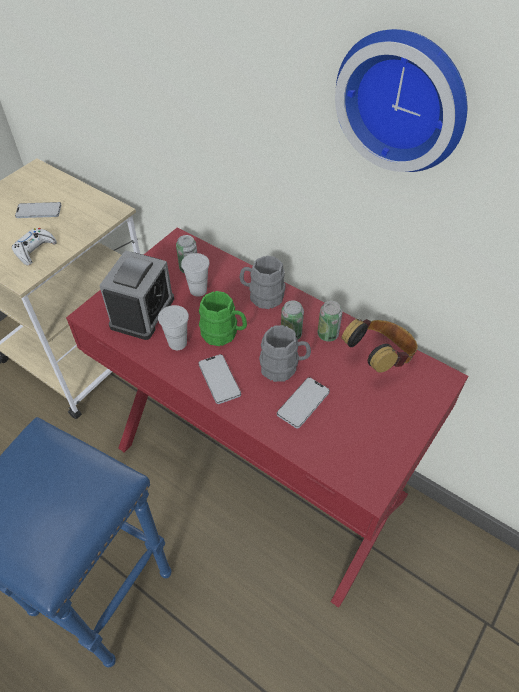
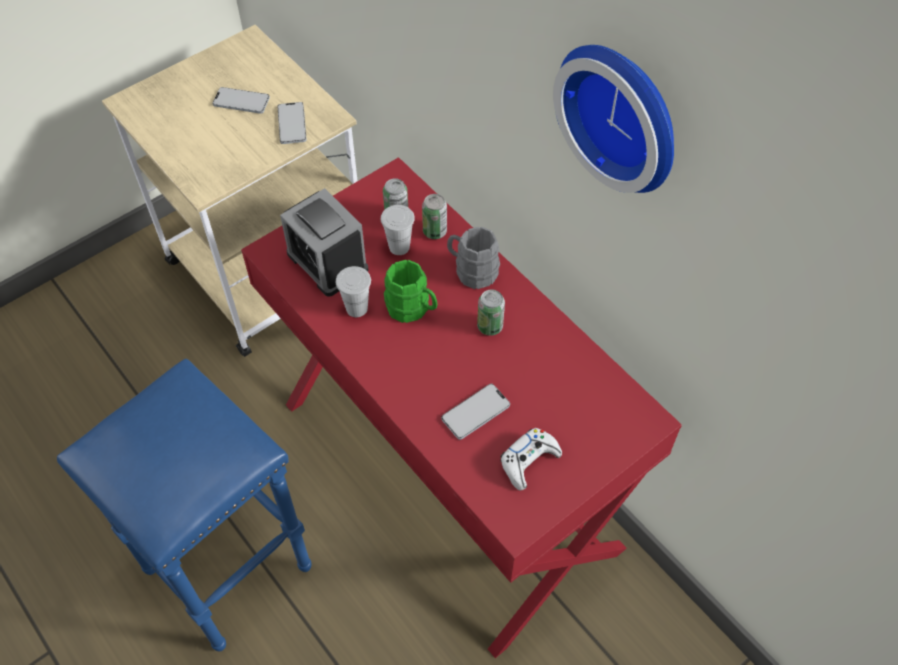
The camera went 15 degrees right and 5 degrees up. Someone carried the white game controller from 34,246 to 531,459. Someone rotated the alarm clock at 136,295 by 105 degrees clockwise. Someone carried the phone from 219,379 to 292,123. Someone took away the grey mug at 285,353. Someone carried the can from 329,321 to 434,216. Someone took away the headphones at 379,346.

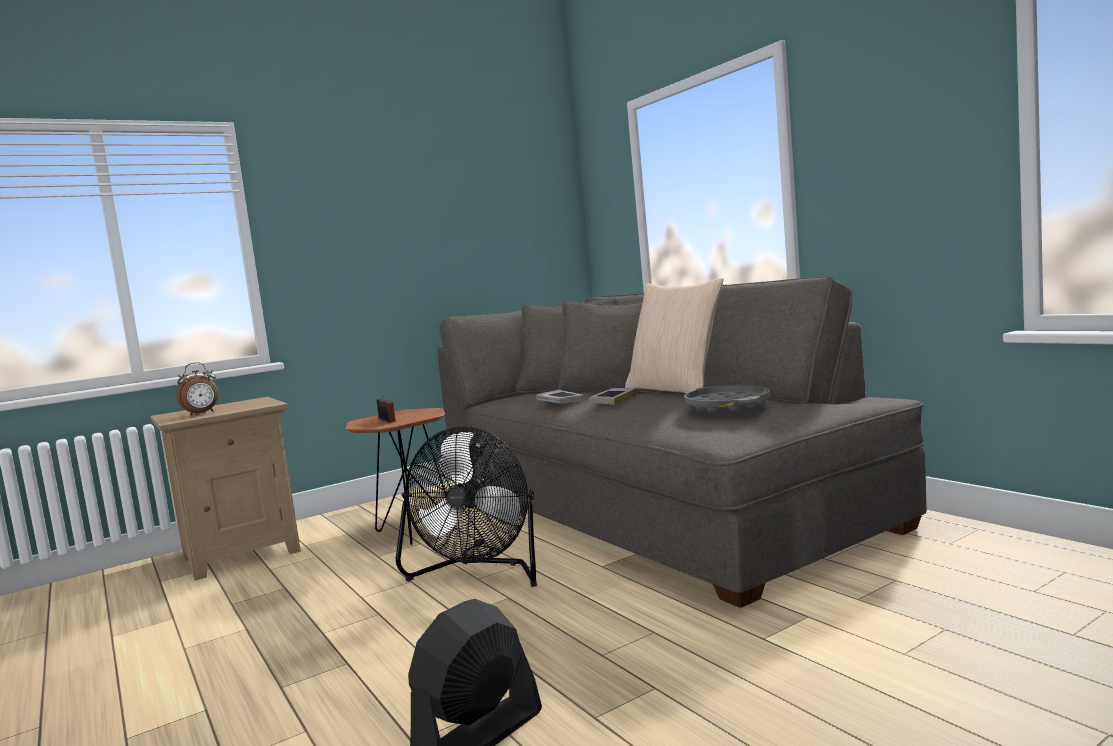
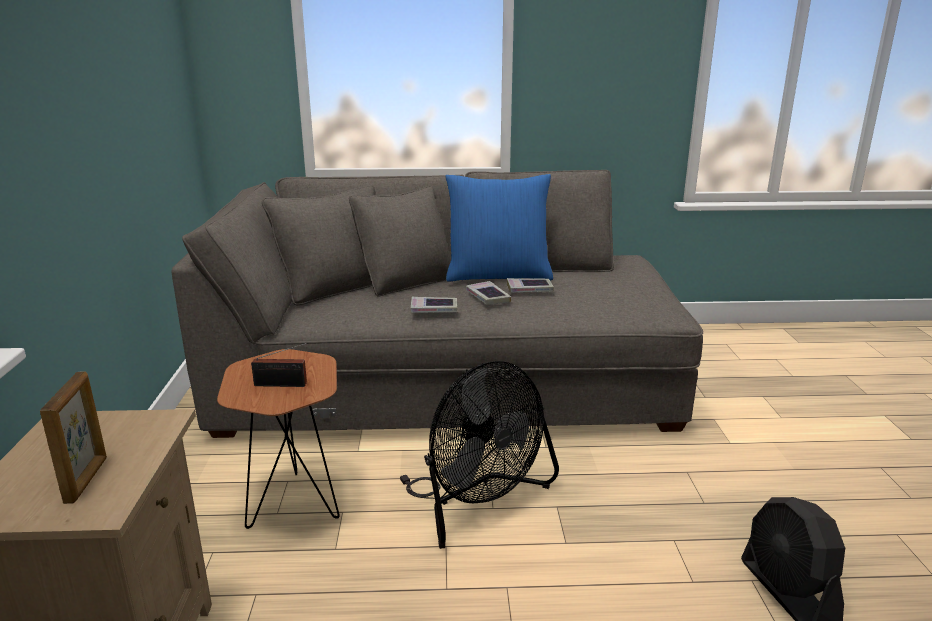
The camera went 60 degrees left and 15 degrees up. Someone swapped the alarm clock at 197,389 for the picture frame at 73,437. Someone repainted the beige pillow at 674,336, which became the blue pillow at 499,228. Someone took away the grey tray at 727,398. Someone put down the book at 530,285.

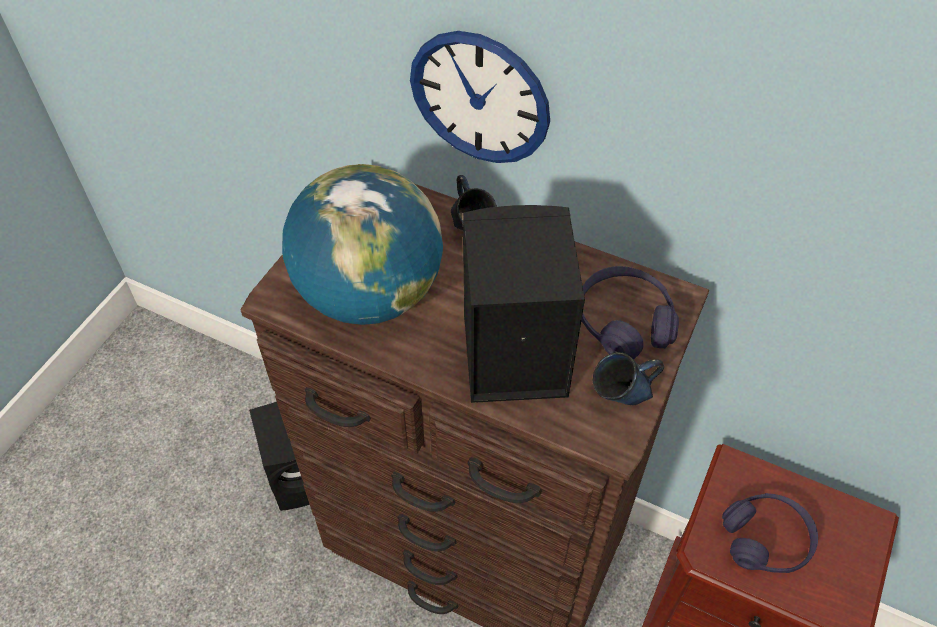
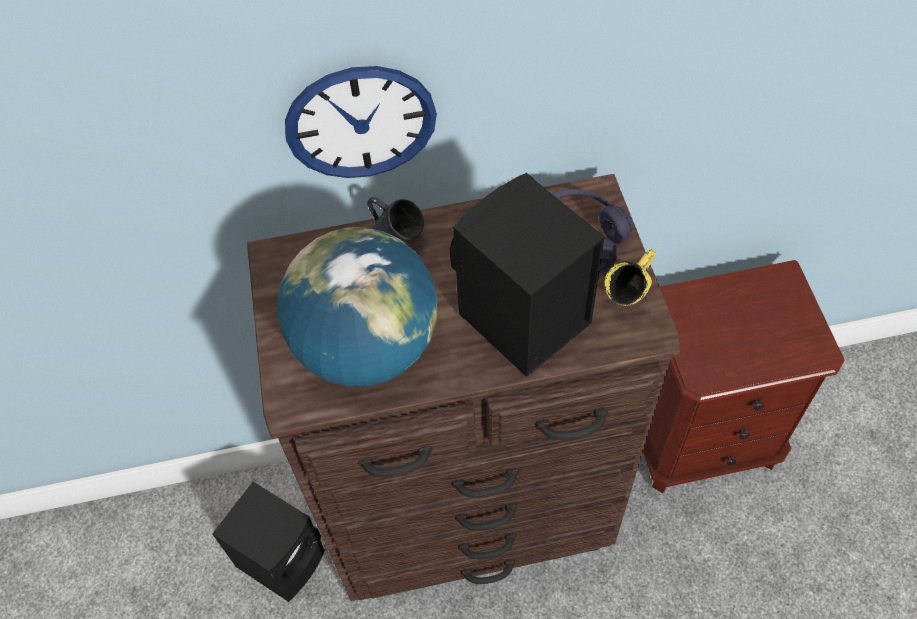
The camera went 35 degrees left and 5 degrees up. Someone repainted the blue mug at 628,378, which became the yellow mug at 630,278. Someone took away the purple headphones at 770,533.

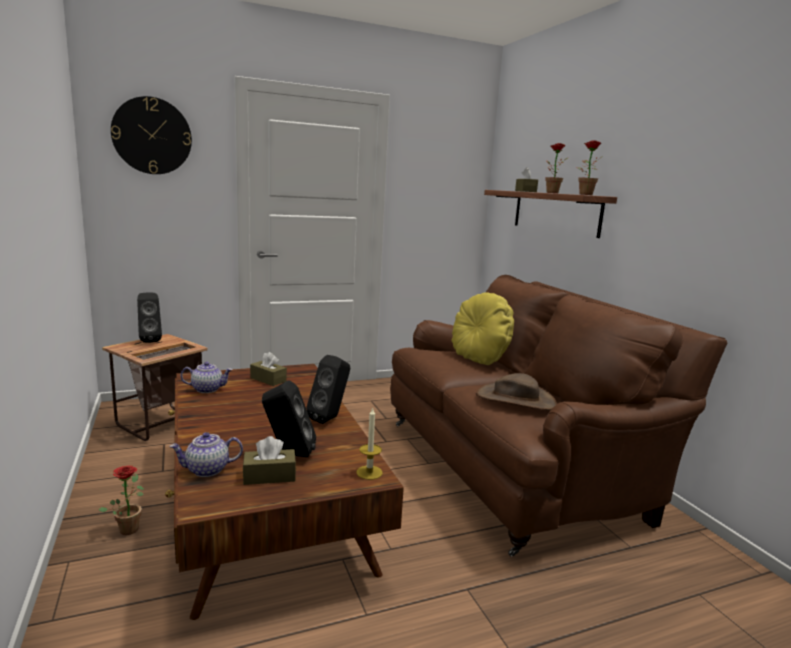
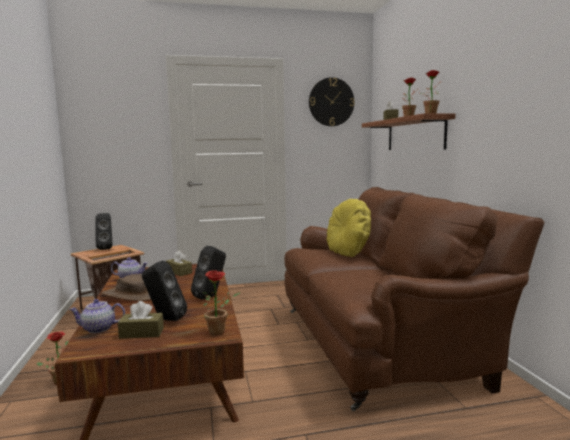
The camera went 10 degrees right and 5 degrees down. Someone carried the wall clock from 151,135 to 332,101. Someone swapped the candle at 370,443 for the potted plant at 221,303. Someone carried the brown hat from 516,391 to 126,287.

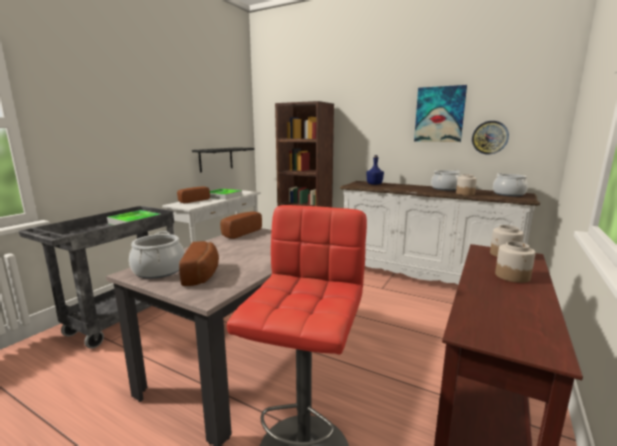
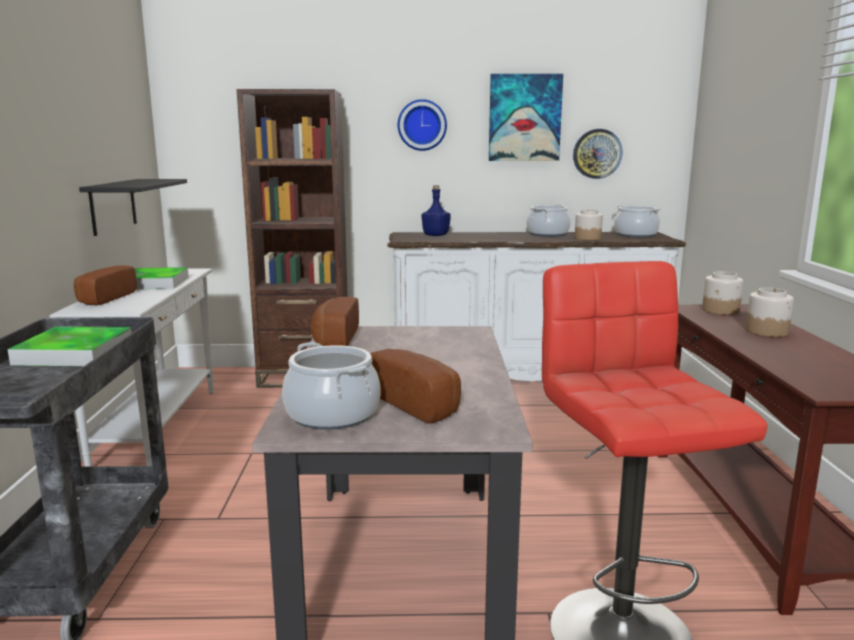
The camera went 30 degrees left and 0 degrees up. Someone put up the wall clock at 422,125.

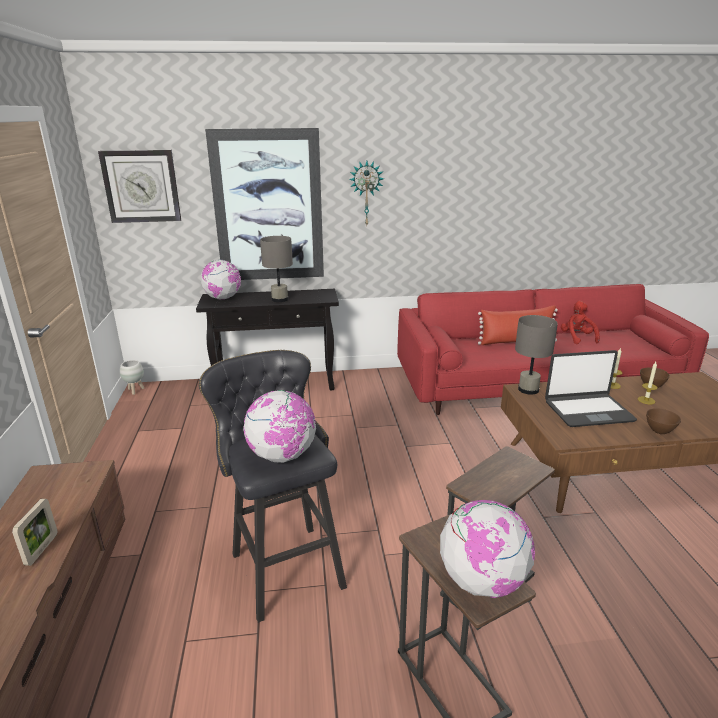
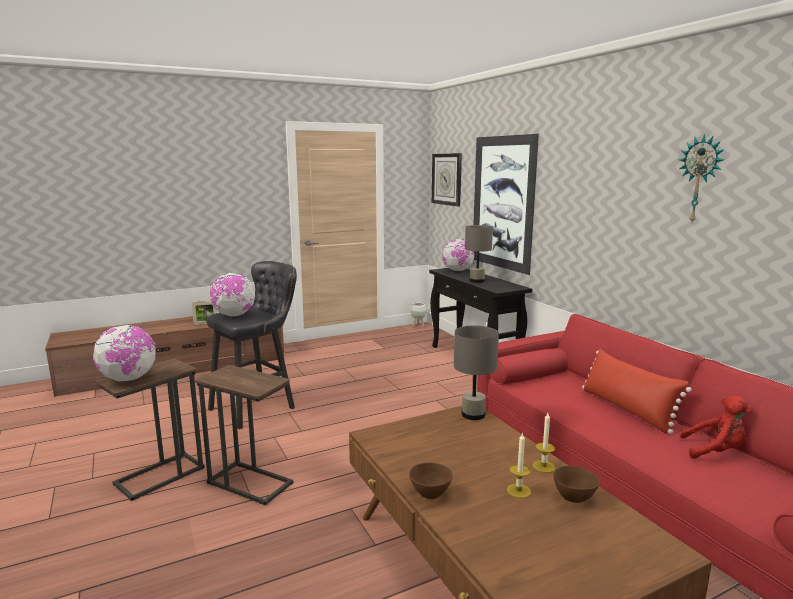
The camera went 70 degrees right and 10 degrees down. Someone carried the wall clock from 366,193 to 701,178. Someone took away the laptop at 591,388. Someone rotated the red plush toy at 580,322 by 45 degrees clockwise.

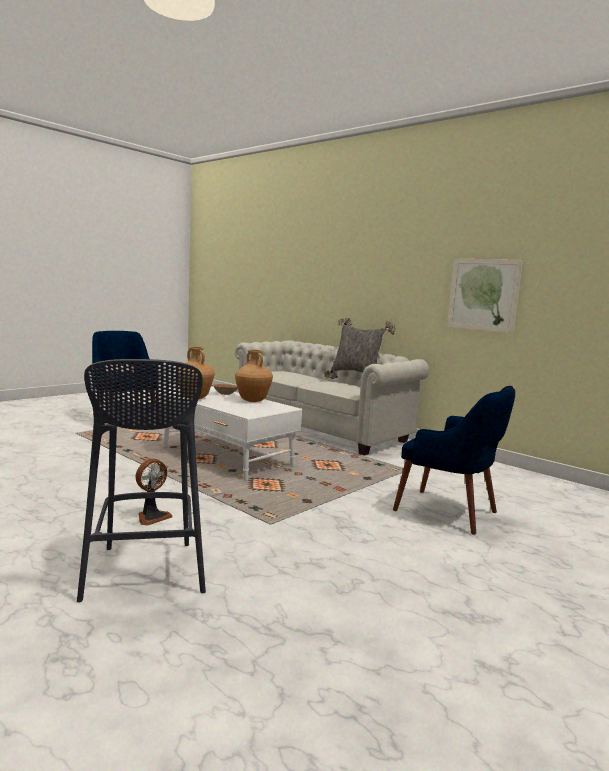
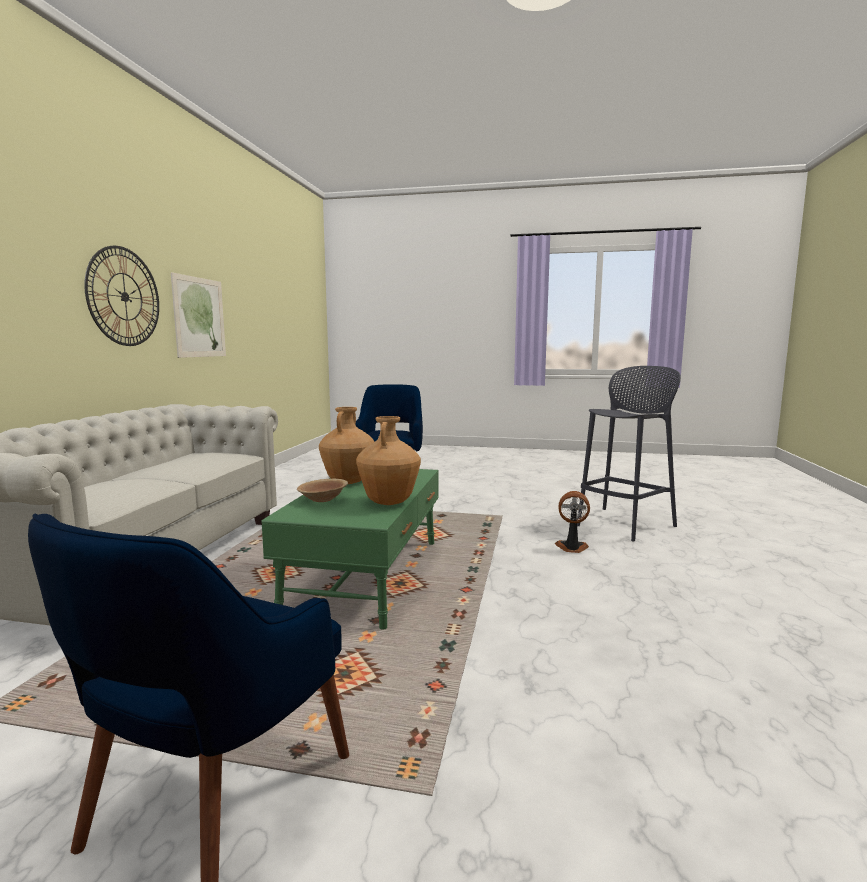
The camera went 120 degrees left and 0 degrees up. Someone repainted the white coffee table at 231,433, which became the green coffee table at 350,549. Someone took away the pillow at 359,348. Someone put up the wall clock at 121,296.

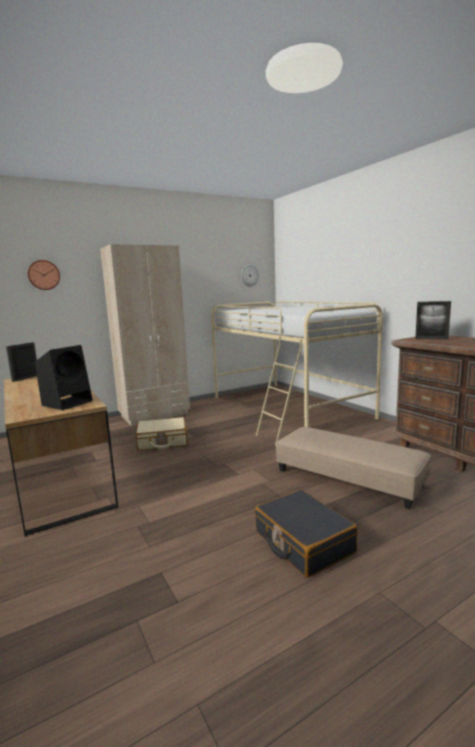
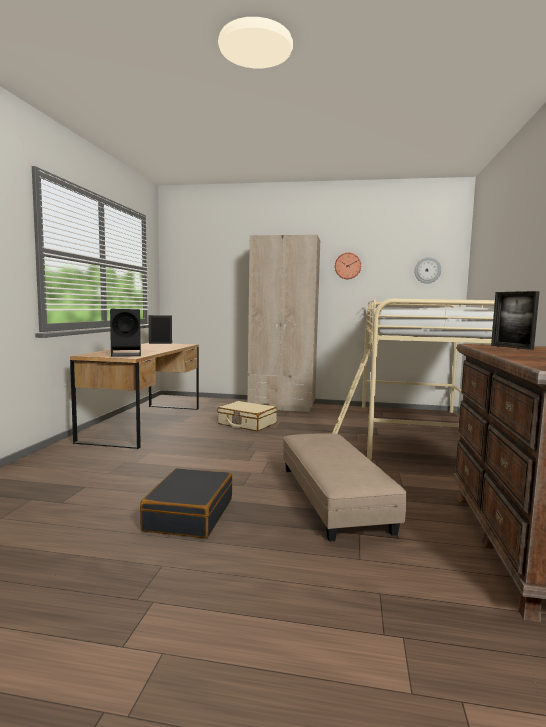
The camera went 40 degrees right and 5 degrees down. Someone carried the wall clock from 44,275 to 348,266.

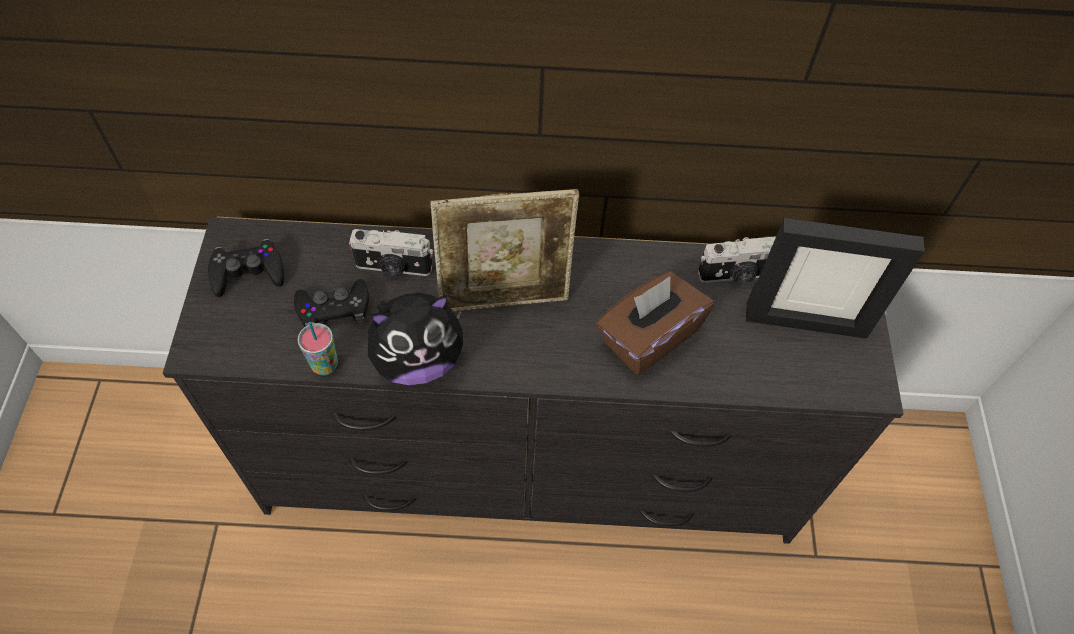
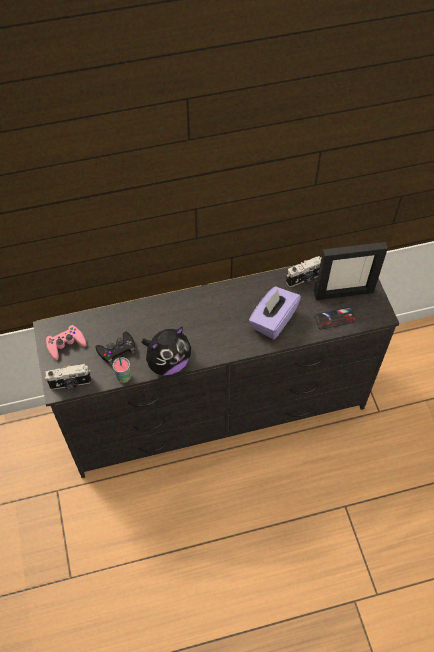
The camera went 15 degrees left and 0 degrees up. Someone repainted the black game controller at 246,268, which became the pink game controller at 66,342. Someone carried the photo camera from 391,252 to 68,377. Someone took away the picture frame at 504,250. Someone repainted the brown tissue box at 655,323, which became the purple tissue box at 275,313. Someone put down the phone at 335,318.

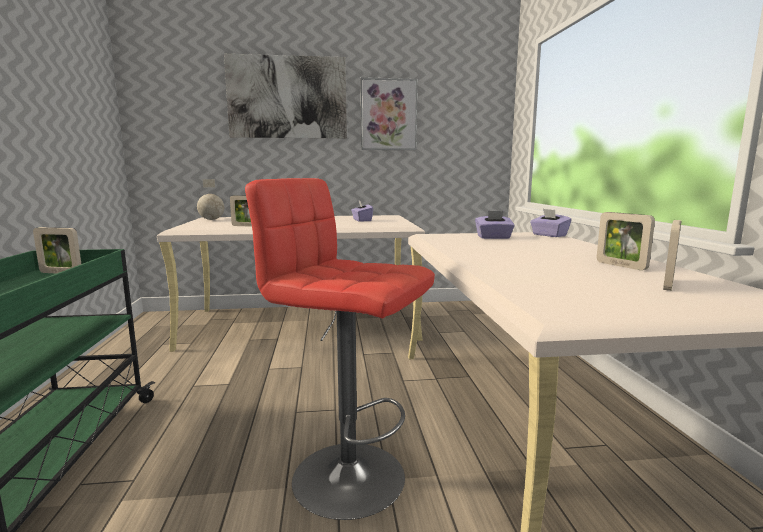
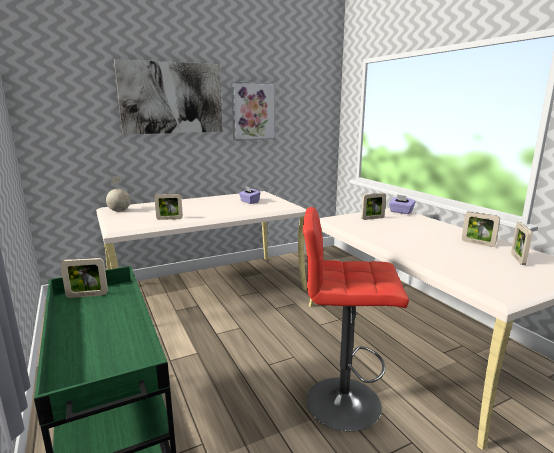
The camera went 20 degrees left and 5 degrees up. Someone swapped the purple tissue box at 495,225 for the picture frame at 373,206.

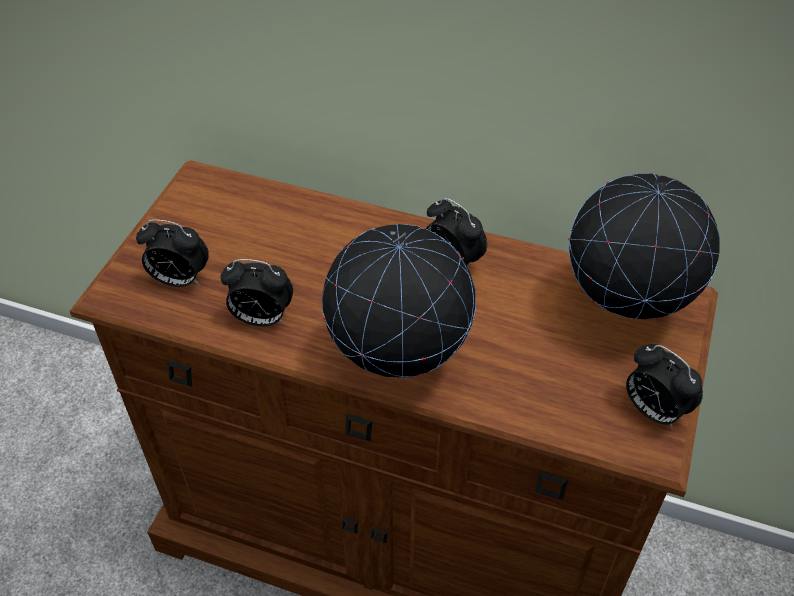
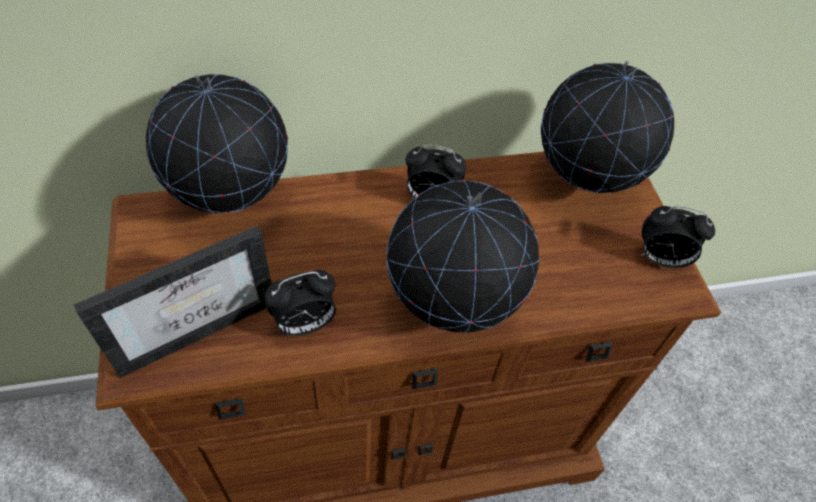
The camera went 35 degrees left and 5 degrees up. Someone swapped the alarm clock at 172,253 for the picture frame at 173,302. Someone put down the globe at 217,143.

